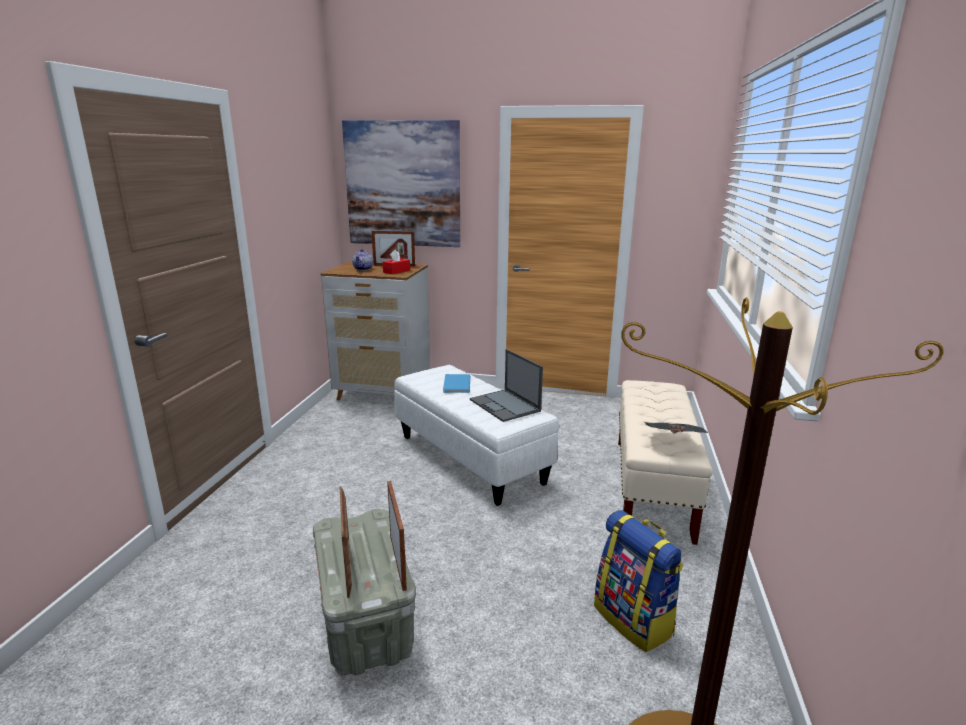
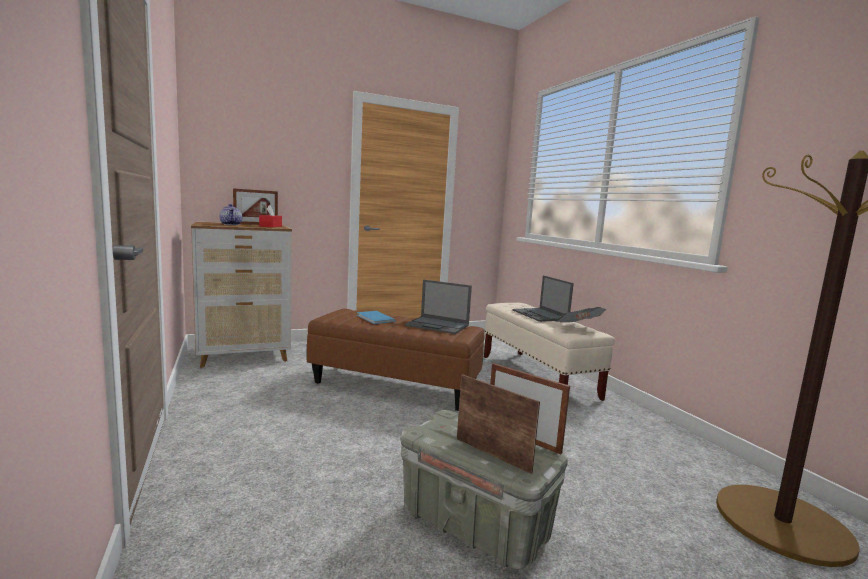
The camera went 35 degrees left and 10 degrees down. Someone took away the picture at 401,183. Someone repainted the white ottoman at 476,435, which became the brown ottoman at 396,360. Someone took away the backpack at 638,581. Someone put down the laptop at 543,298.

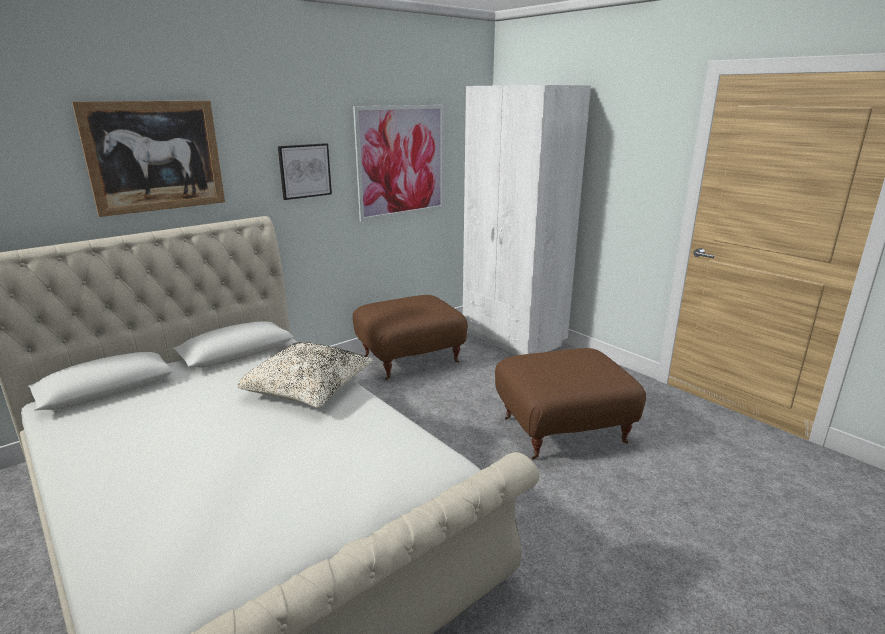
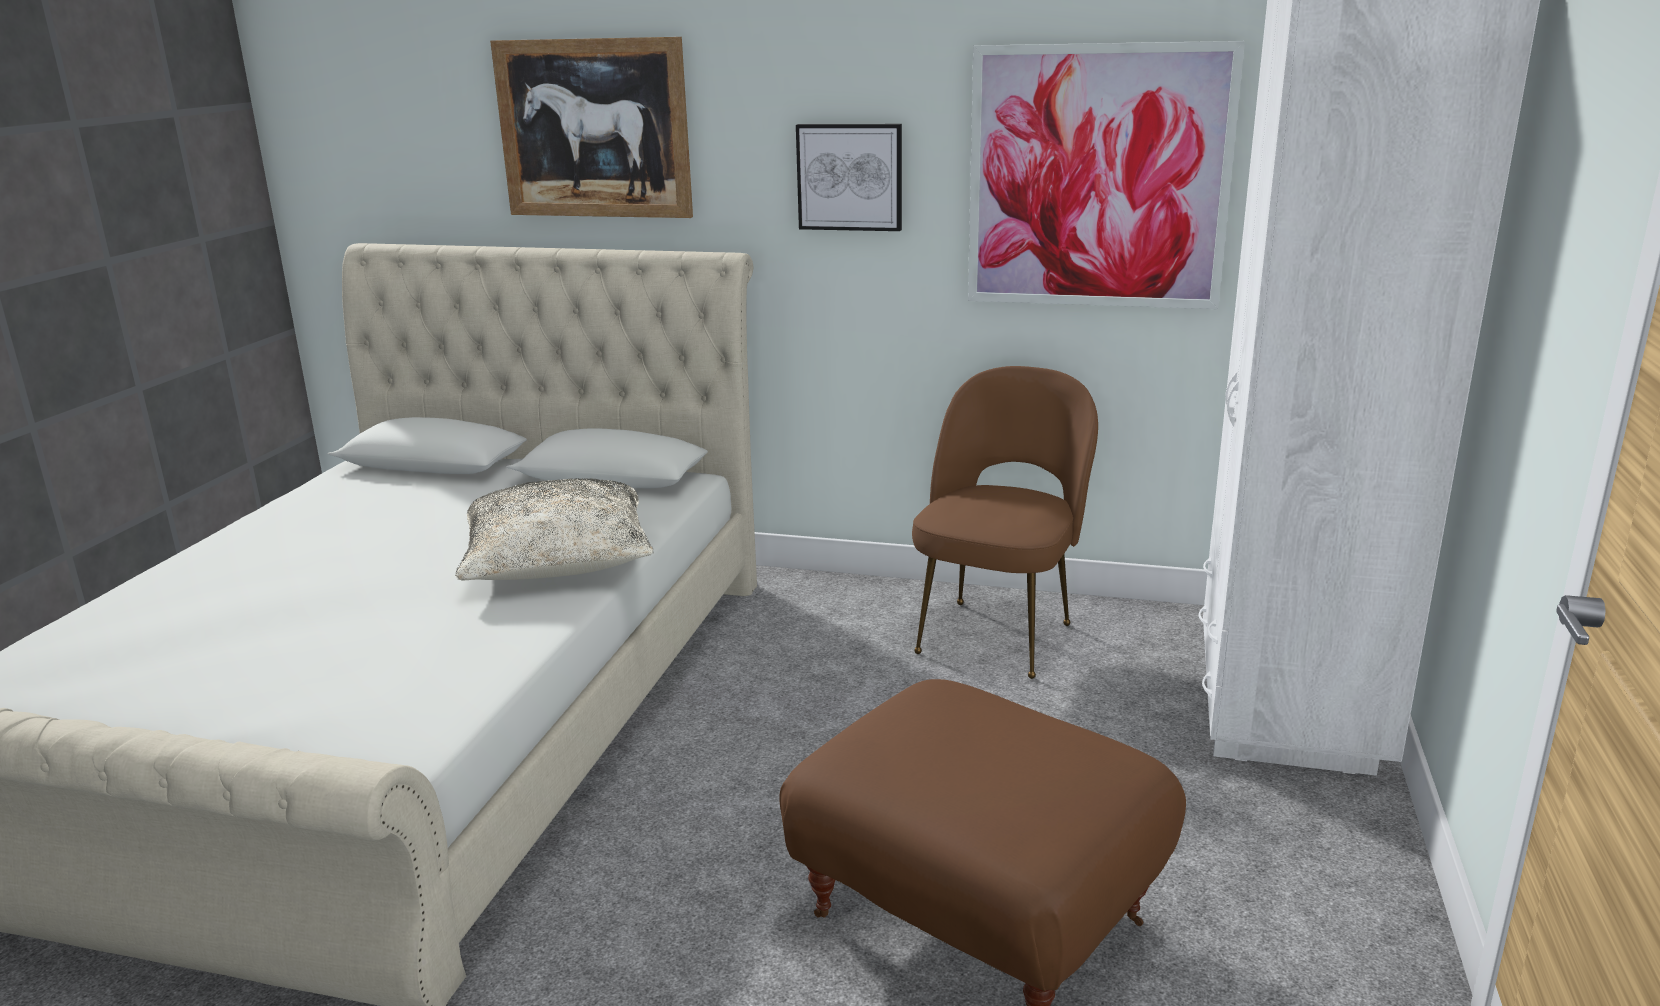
The camera went 55 degrees right and 0 degrees up. Someone swapped the brown ottoman at 410,337 for the brown chair at 1005,522.

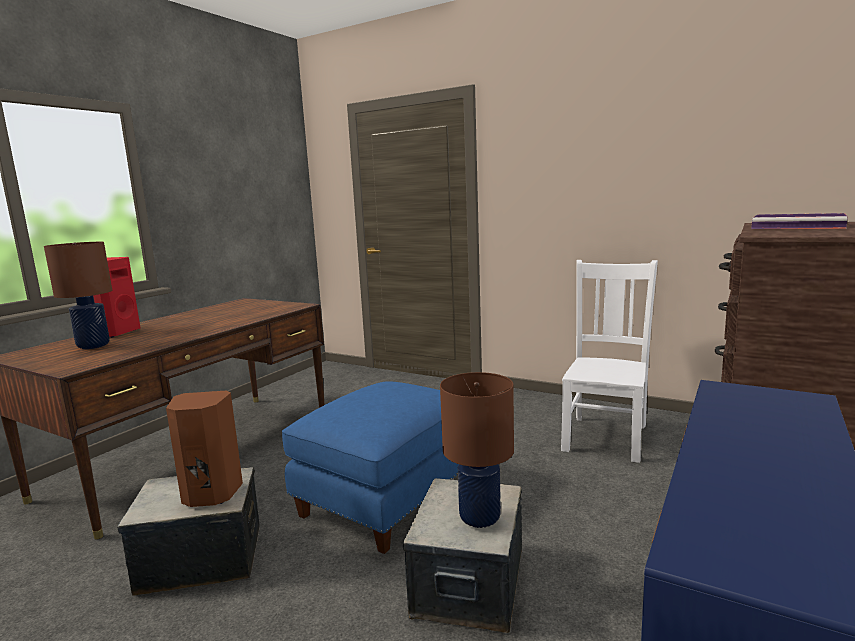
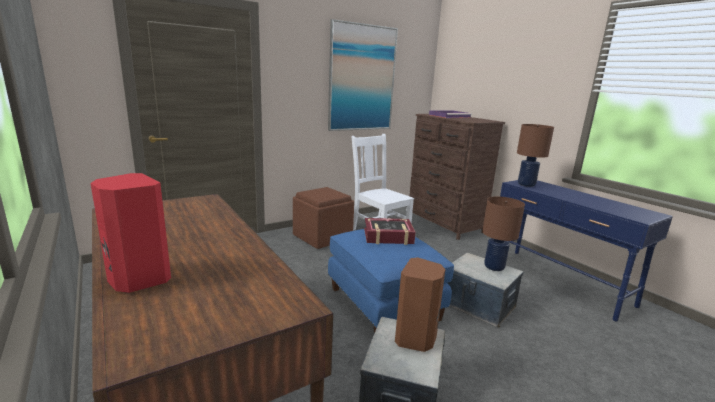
The camera went 65 degrees left and 5 degrees up. Someone carried the brown table lamp from 78,295 to 535,155. Someone put down the brown ottoman at 323,218. Someone put up the picture at 363,75. Someone put down the book at 390,231.

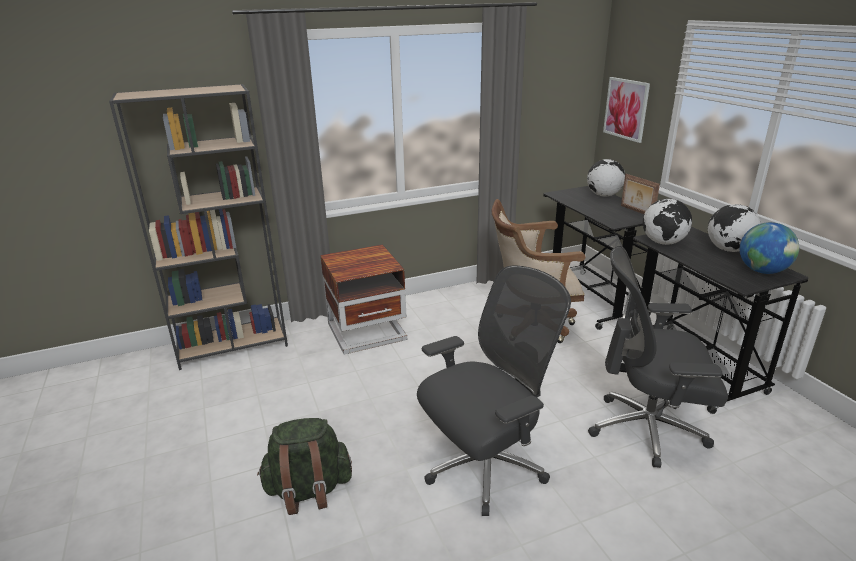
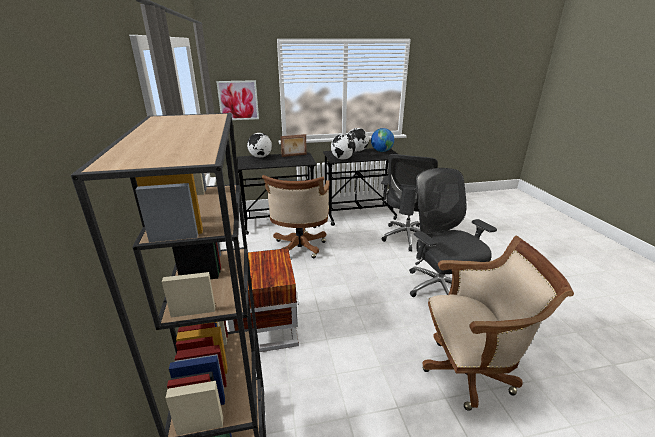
The camera went 80 degrees left and 0 degrees up. Someone swapped the green backpack at 304,466 for the office chair at 498,323.

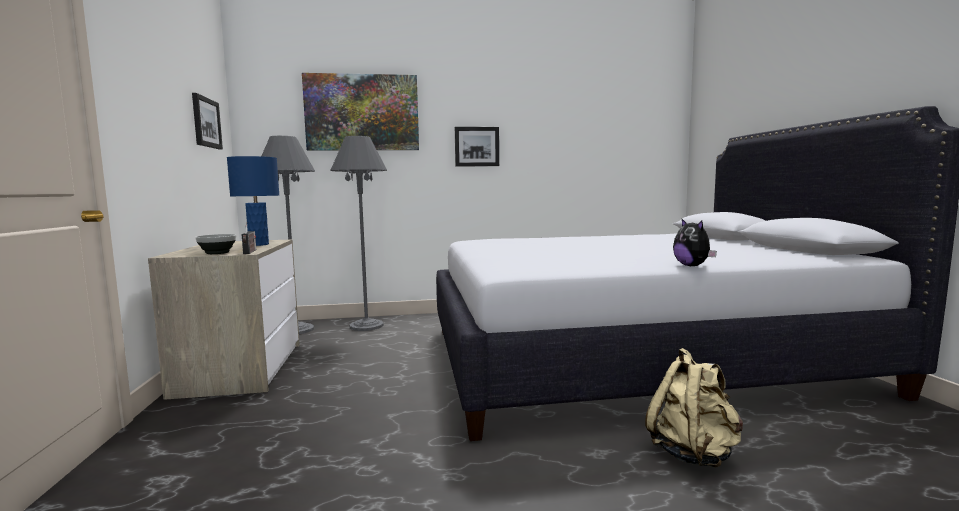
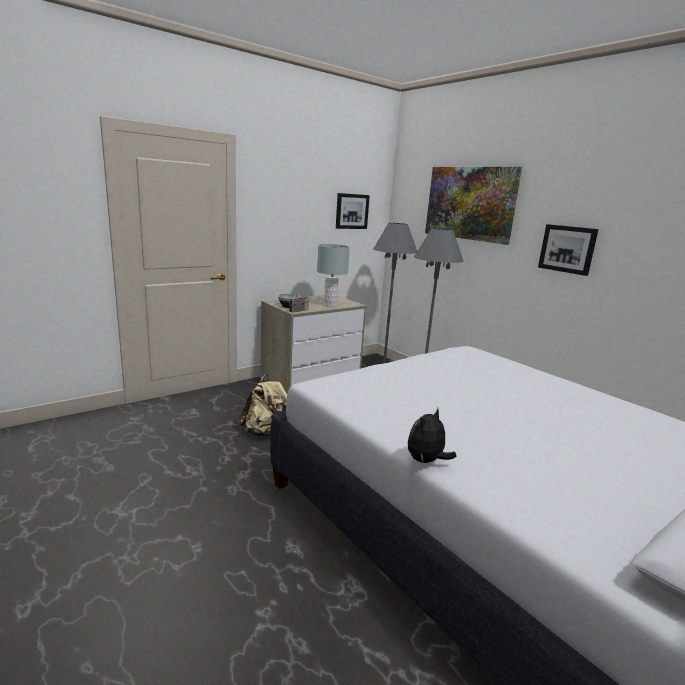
The camera went 60 degrees right and 10 degrees up. Someone repainted the blue table lamp at 253,201, which became the grey table lamp at 333,275. Someone carried the beige backpack from 694,408 to 263,405.

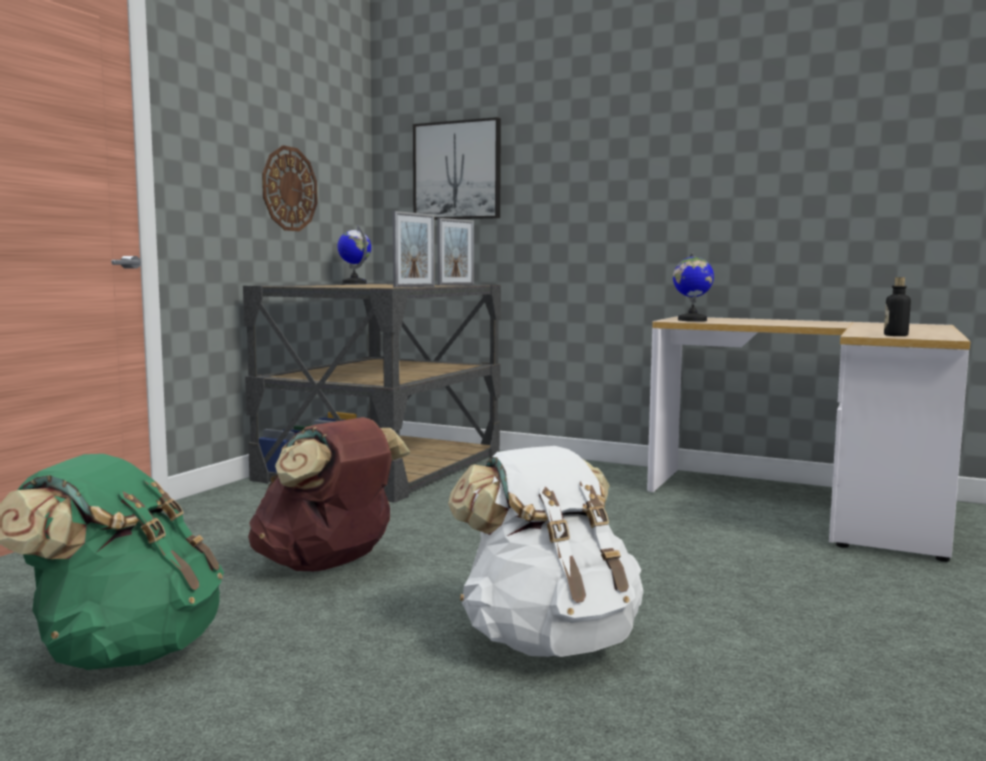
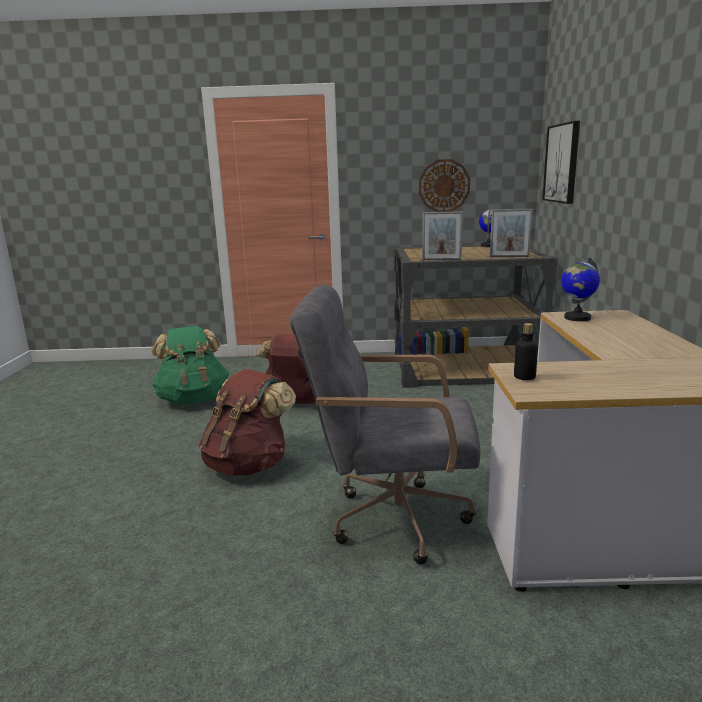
The camera went 65 degrees right and 10 degrees up. Someone repainted the white backpack at 545,551, which became the brown backpack at 247,422. Someone put down the grey office chair at 384,424.

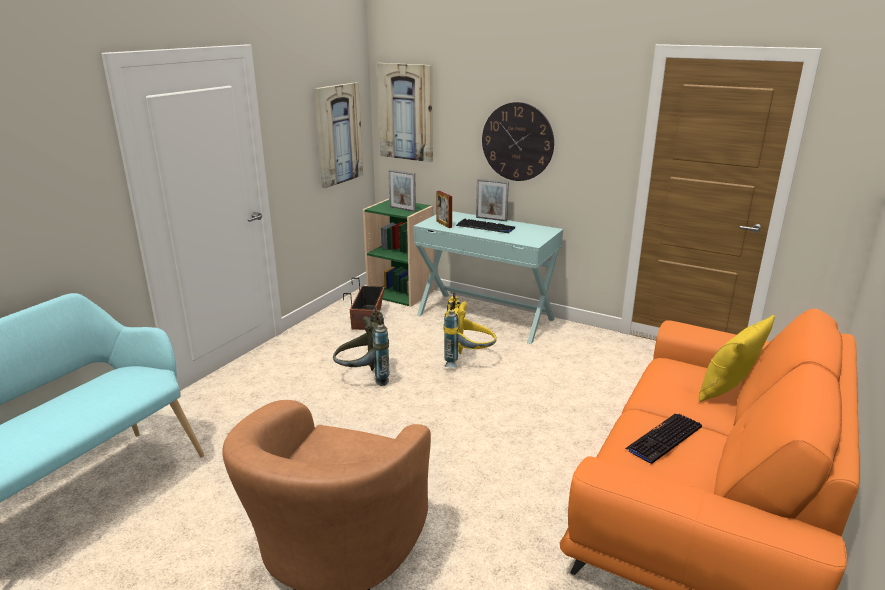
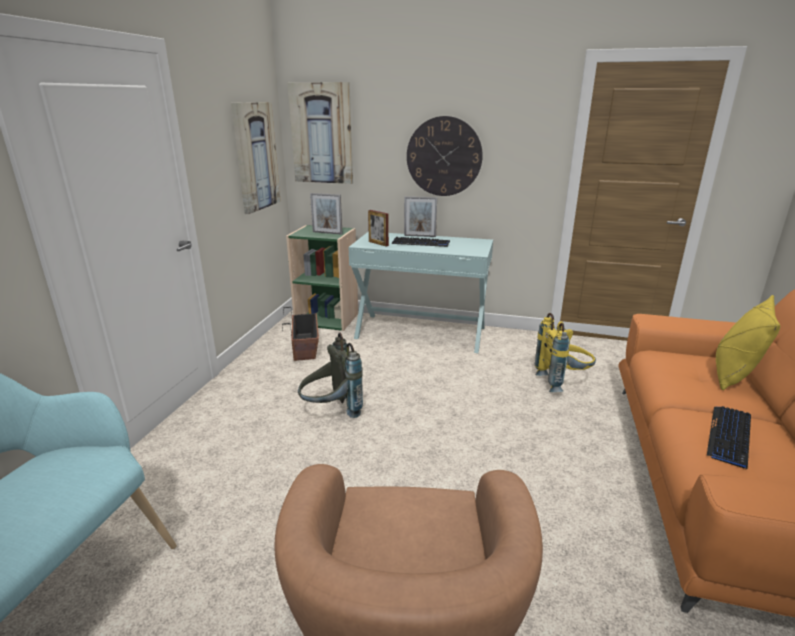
The camera went 15 degrees left and 0 degrees up. Someone carried the yellow backpack from 470,330 to 565,352.

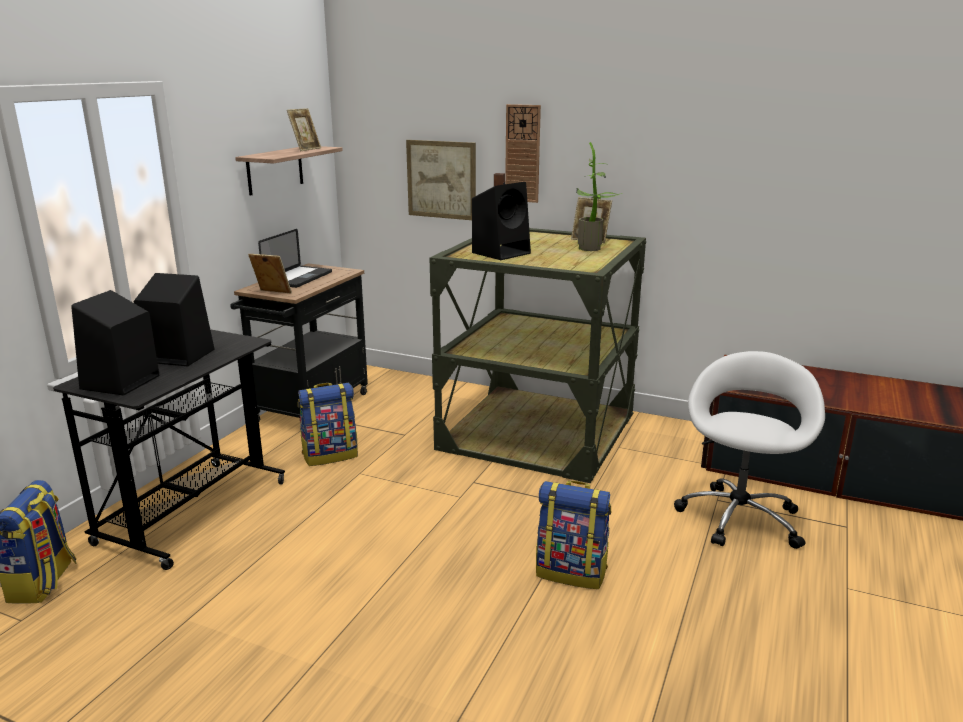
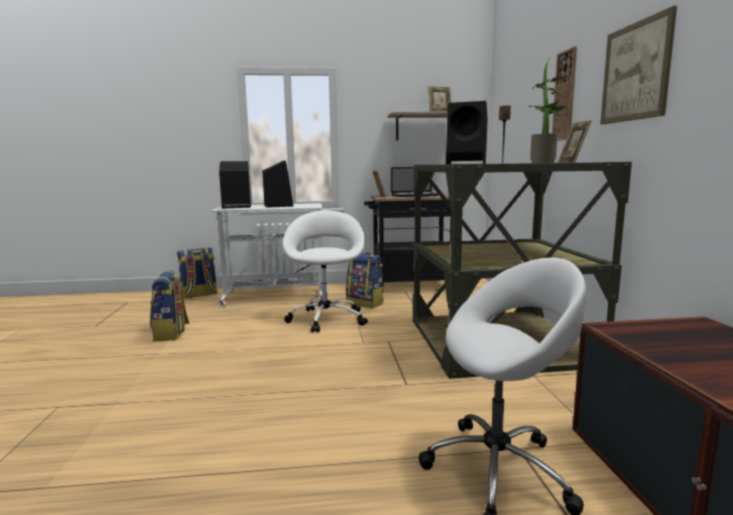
The camera went 60 degrees right and 10 degrees down. Someone repainted the black desk at 169,449, which became the white desk at 267,255. Someone carried the picture from 441,180 to 638,65. Someone carried the backpack from 573,535 to 169,306. Someone put down the white office chair at 325,271.

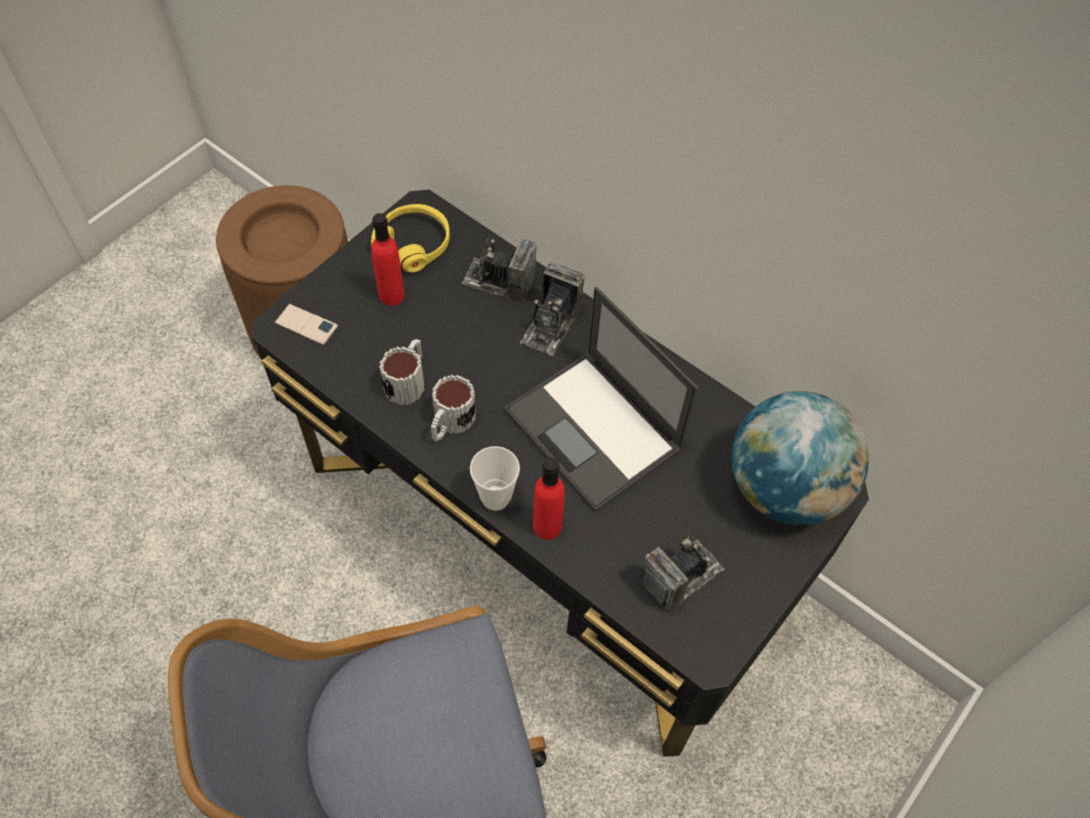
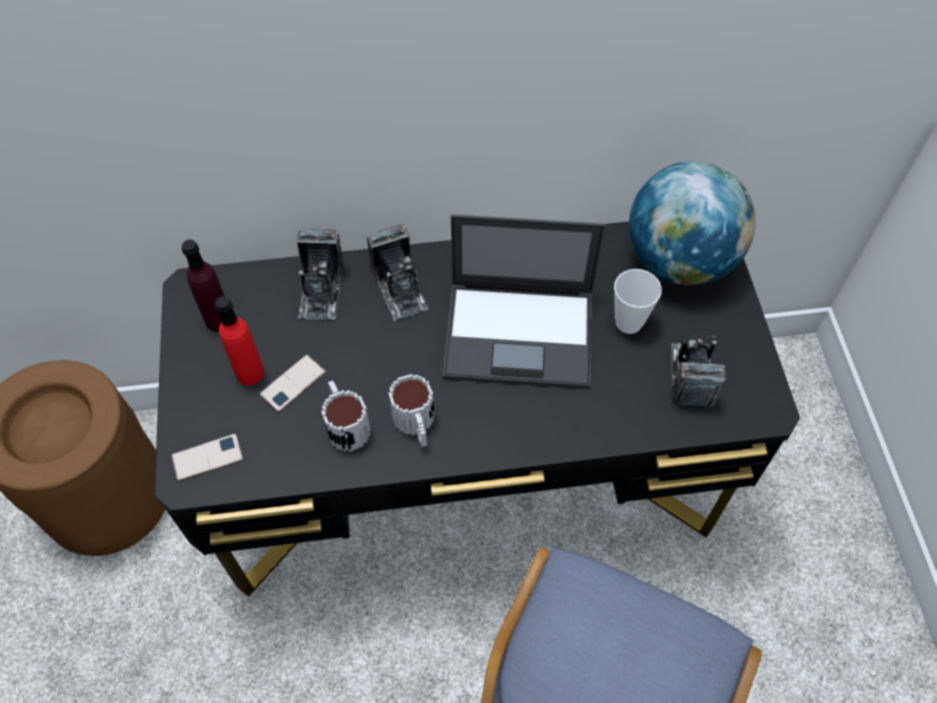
The camera went 45 degrees left and 0 degrees up. Someone swapped the yellow headphones at 410,238 for the purple bottle at 203,285. Someone rotated the photo camera at 499,270 by 60 degrees counterclockwise. Someone carried the cup from 495,478 to 638,301. Someone took away the red bottle at 549,499. Someone put down the phone at 293,383.

